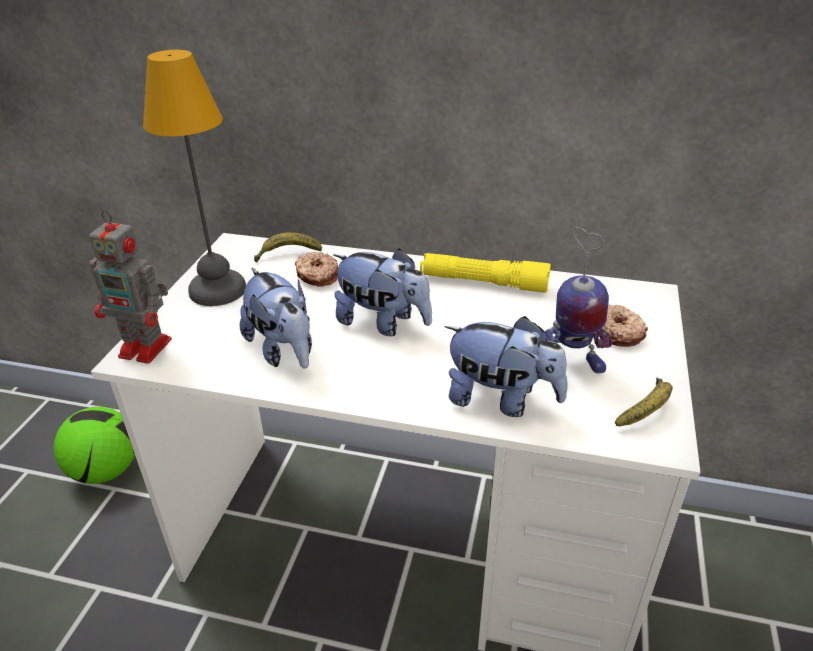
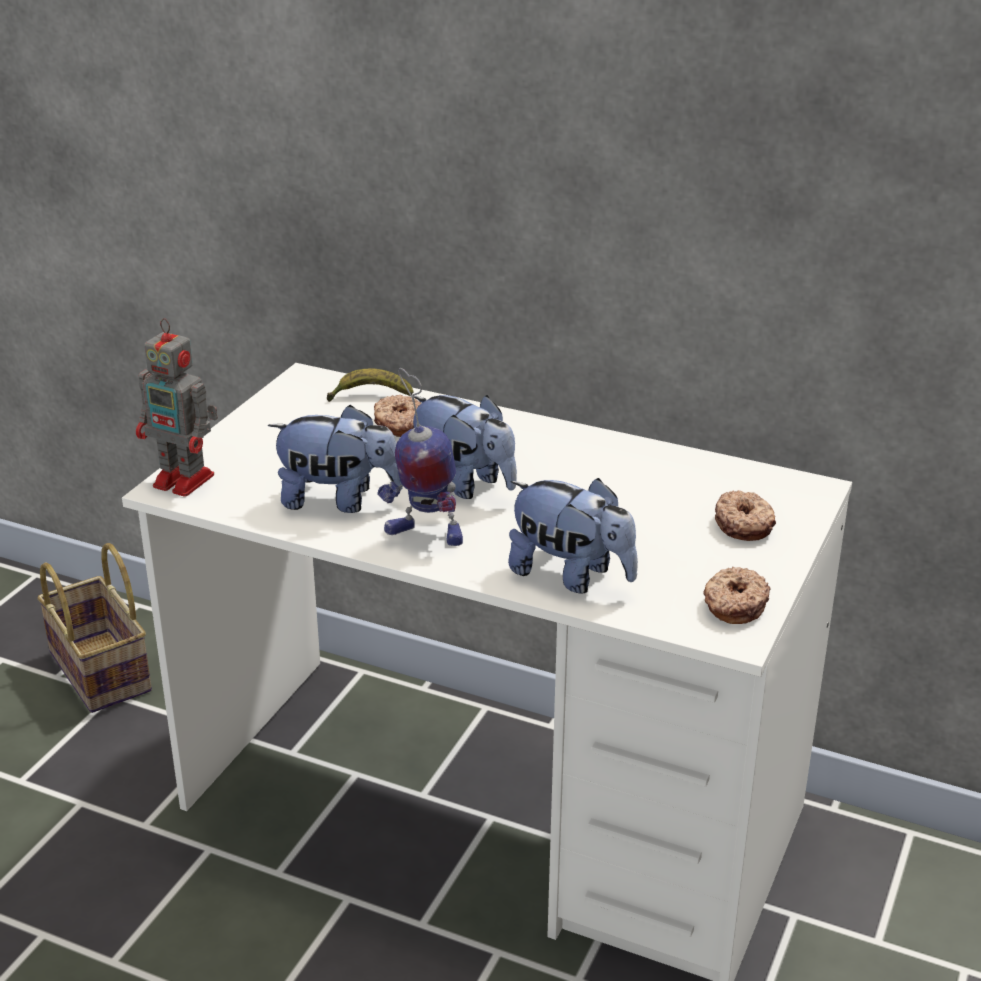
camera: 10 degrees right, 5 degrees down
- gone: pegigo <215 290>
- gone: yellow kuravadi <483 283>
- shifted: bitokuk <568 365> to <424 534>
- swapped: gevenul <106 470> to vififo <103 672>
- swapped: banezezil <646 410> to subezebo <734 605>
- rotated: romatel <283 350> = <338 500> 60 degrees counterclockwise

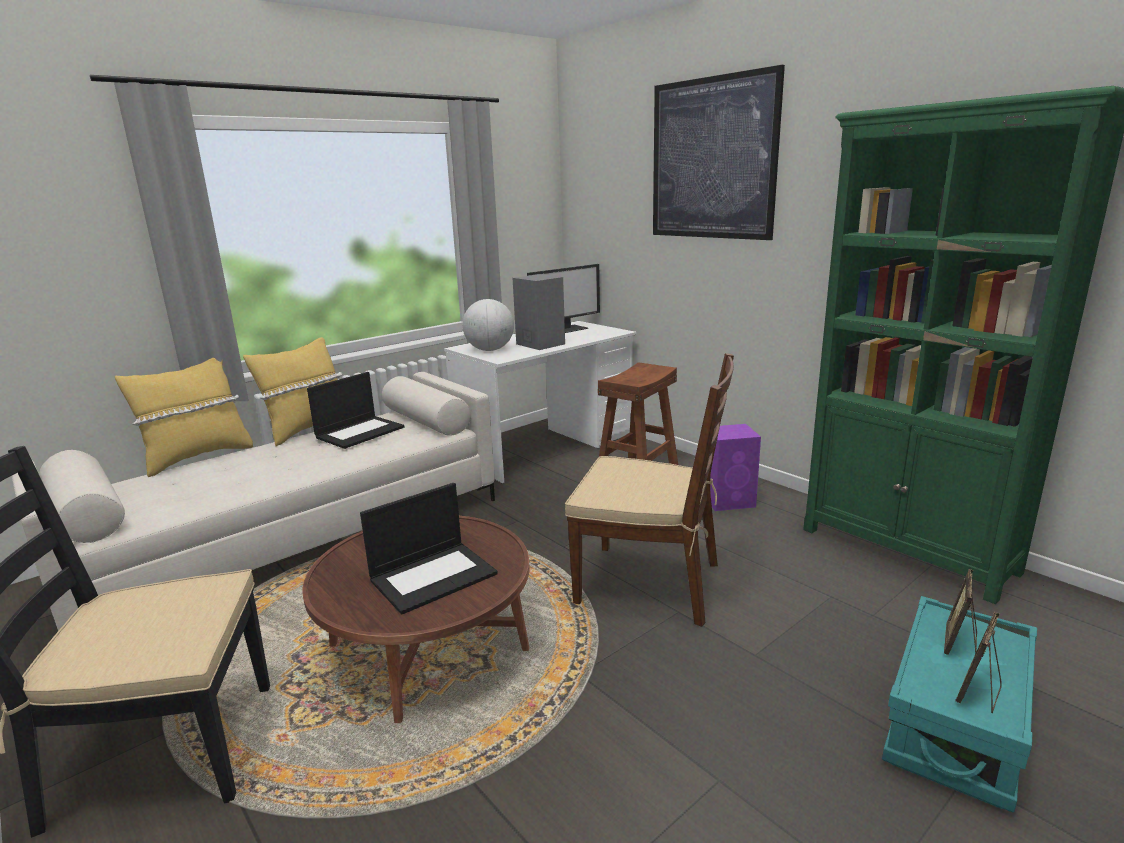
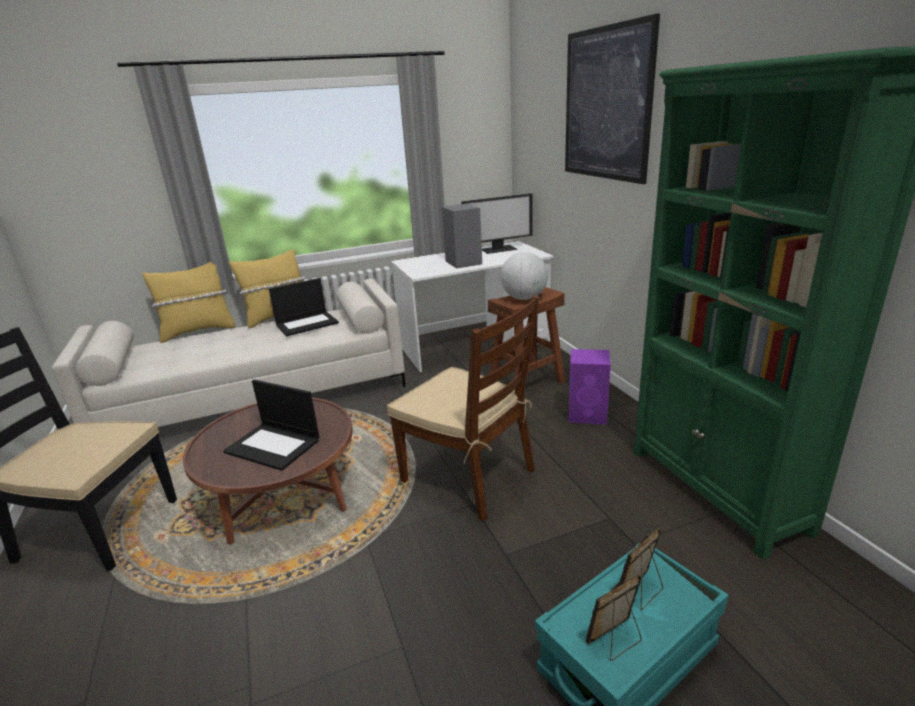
camera: 20 degrees right, 5 degrees up
- shifted: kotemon <490 350> to <524 298>
- rotated: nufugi <434 576> = <274 446> 45 degrees clockwise

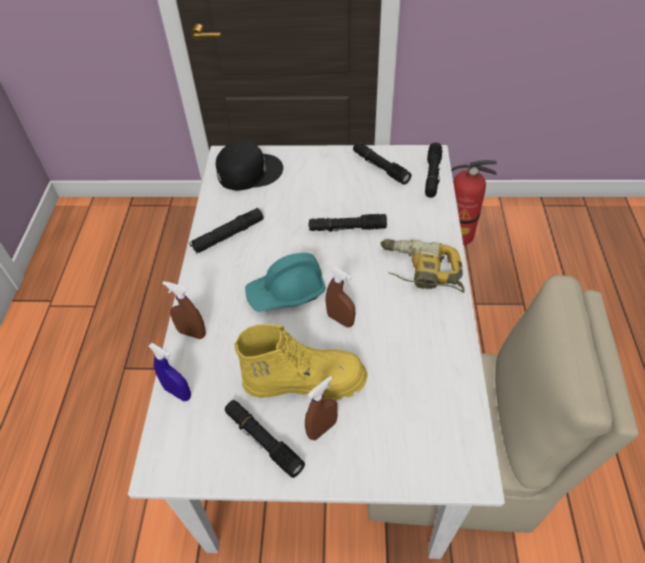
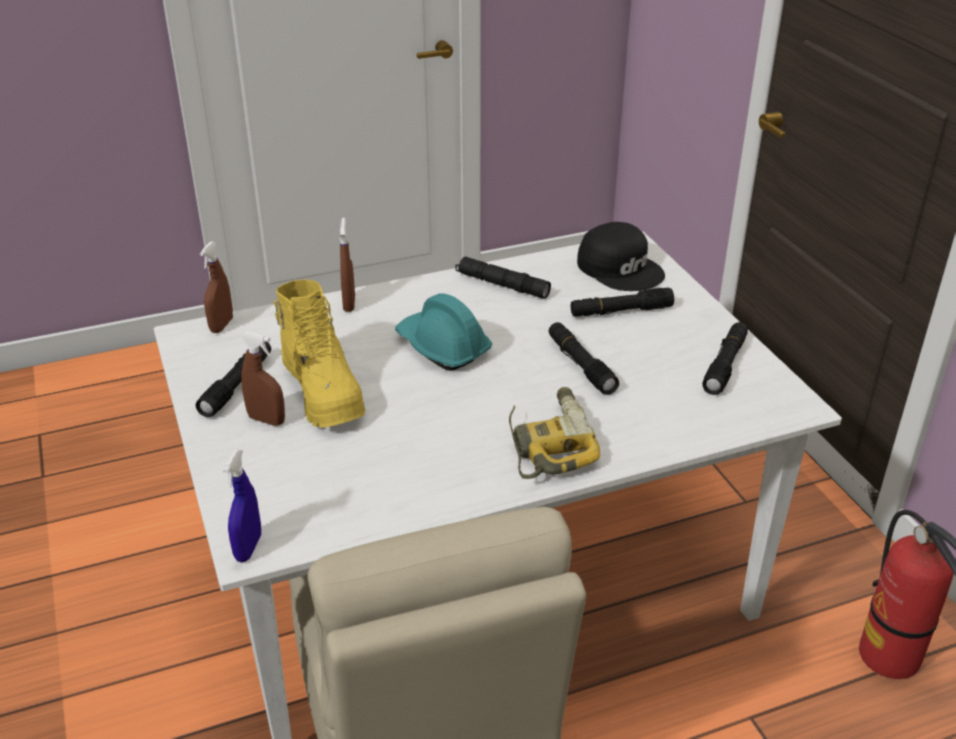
camera: 65 degrees right, 15 degrees down
- shifted: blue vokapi <178 392> to <248 548>
- shifted: brown vokapi <340 319> to <221 325>
- shifted: black kuravadi <432 175> to <621 311>

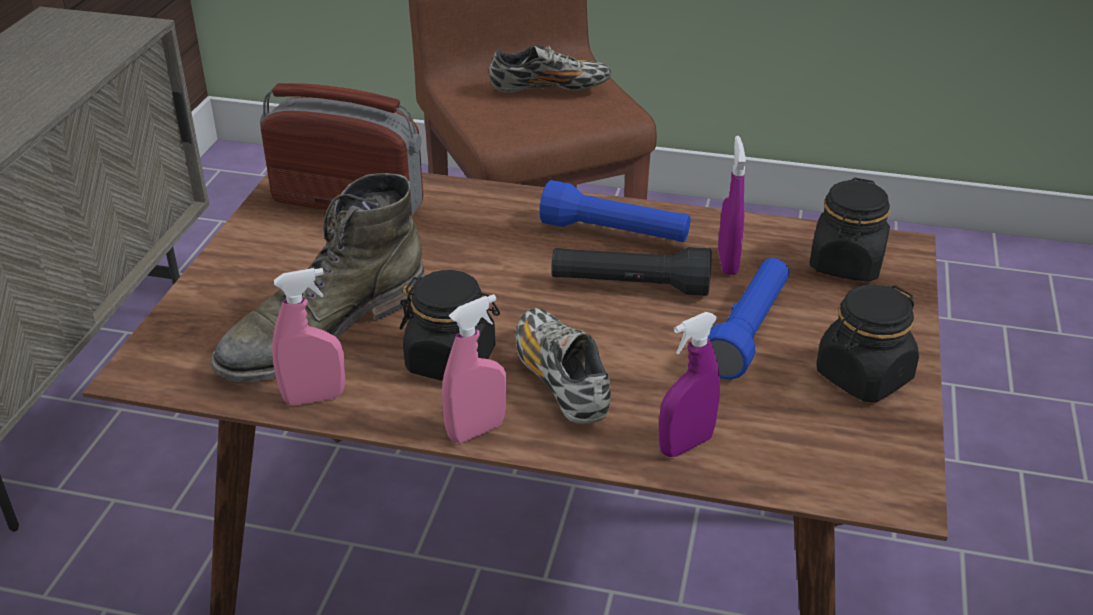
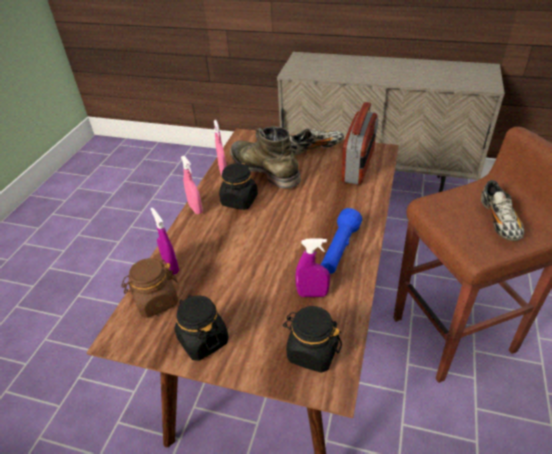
camera: 95 degrees right, 5 degrees up
- gone: black kuravadi <629 286>
- gone: blue kuravadi <747 332>
- new: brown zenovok <156 301>
- shifted: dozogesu <560 380> to <315 148>

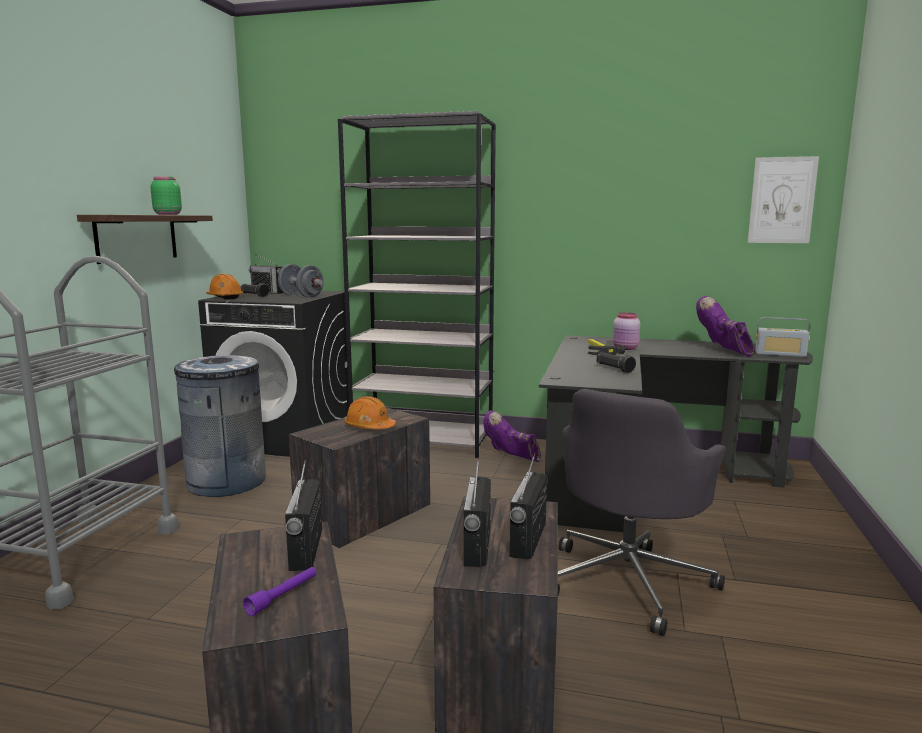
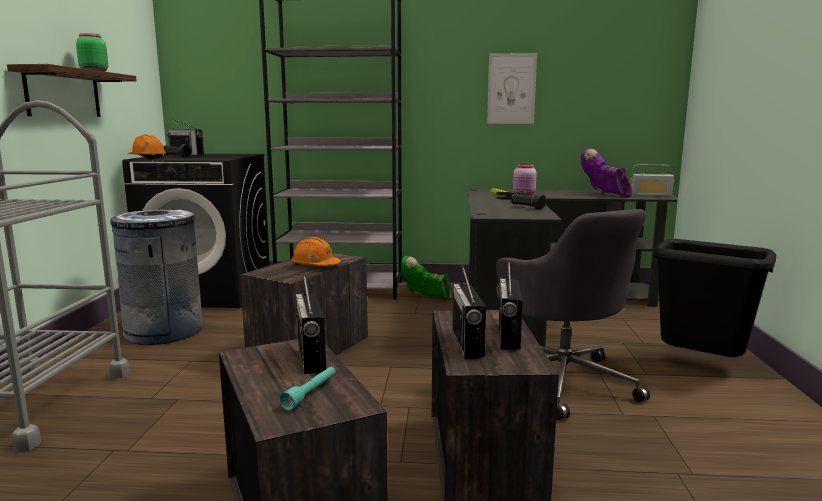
camera: 10 degrees left, 0 degrees up
- gone: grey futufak <301 296>
- new: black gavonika <701 366>
- shifted: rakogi <782 200> to <511 89>
- repainted: purple kuravadi <283 596> to turquoise kuravadi <310 393>
- repainted: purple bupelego <511 458> to green bupelego <425 298>
- rotated: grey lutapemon <628 580> = <562 382> 45 degrees counterclockwise

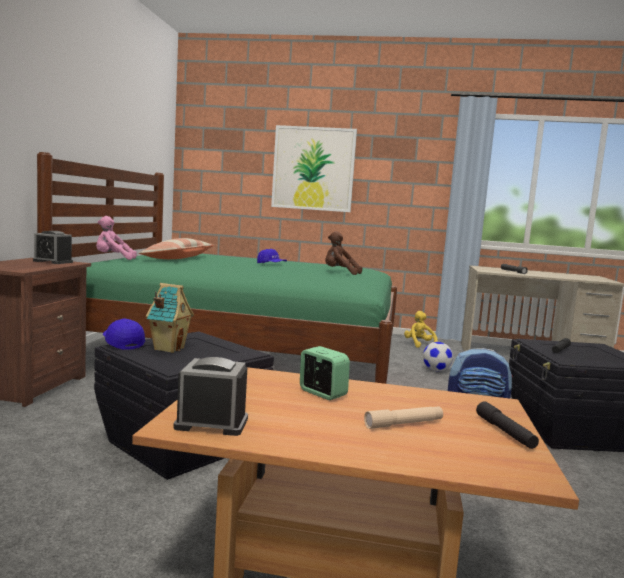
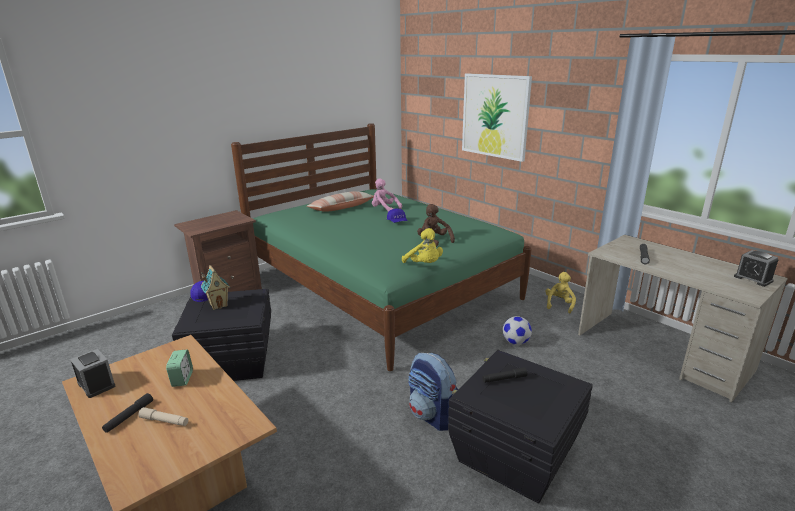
camera: 40 degrees right, 15 degrees up
- new: yellow romatel <424 264>
- shifted: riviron <53 261> to <753 279>
- shifted: pink romatel <113 259> to <384 209>
- shifted: black kuravadi <505 432> to <129 416>

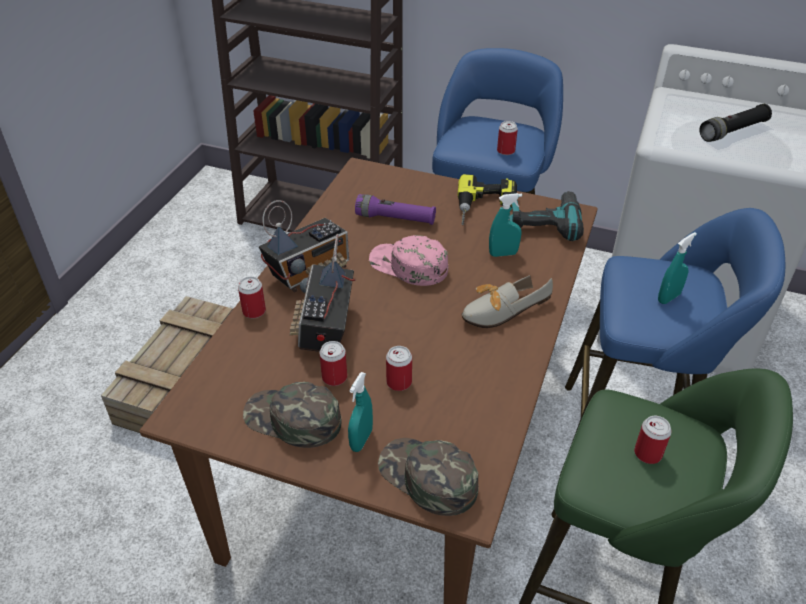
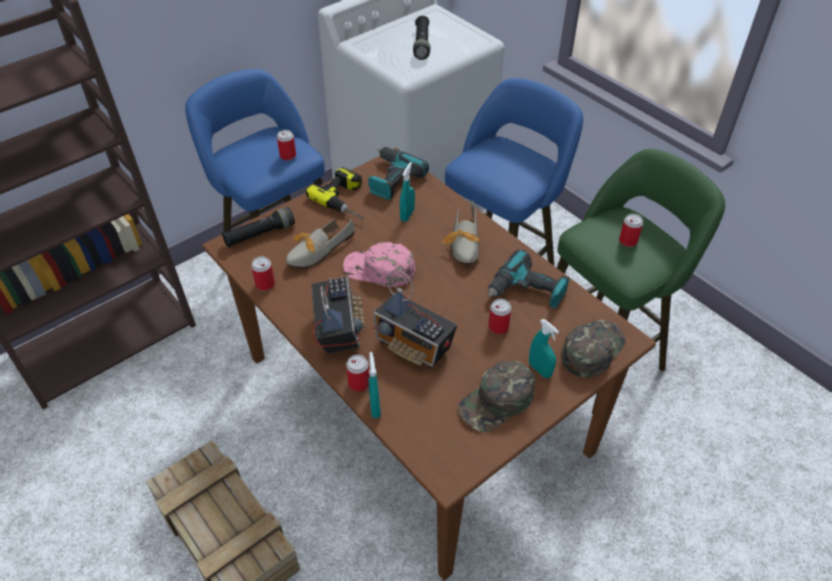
camera: 60 degrees left, 5 degrees up
- new: black kuravadi <260 234>
- new: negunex <527 292>
- shifted: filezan <334 377> to <265 284>
- shifted: turquoise vokapi <668 298> to <375 407>
- swapped: purple kuravadi <395 219> to dozogesu <315 252>
- rotated: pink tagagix <408 266> = <379 270> 45 degrees clockwise
- rotated: green tagagix <427 478> = <592 349> 150 degrees clockwise

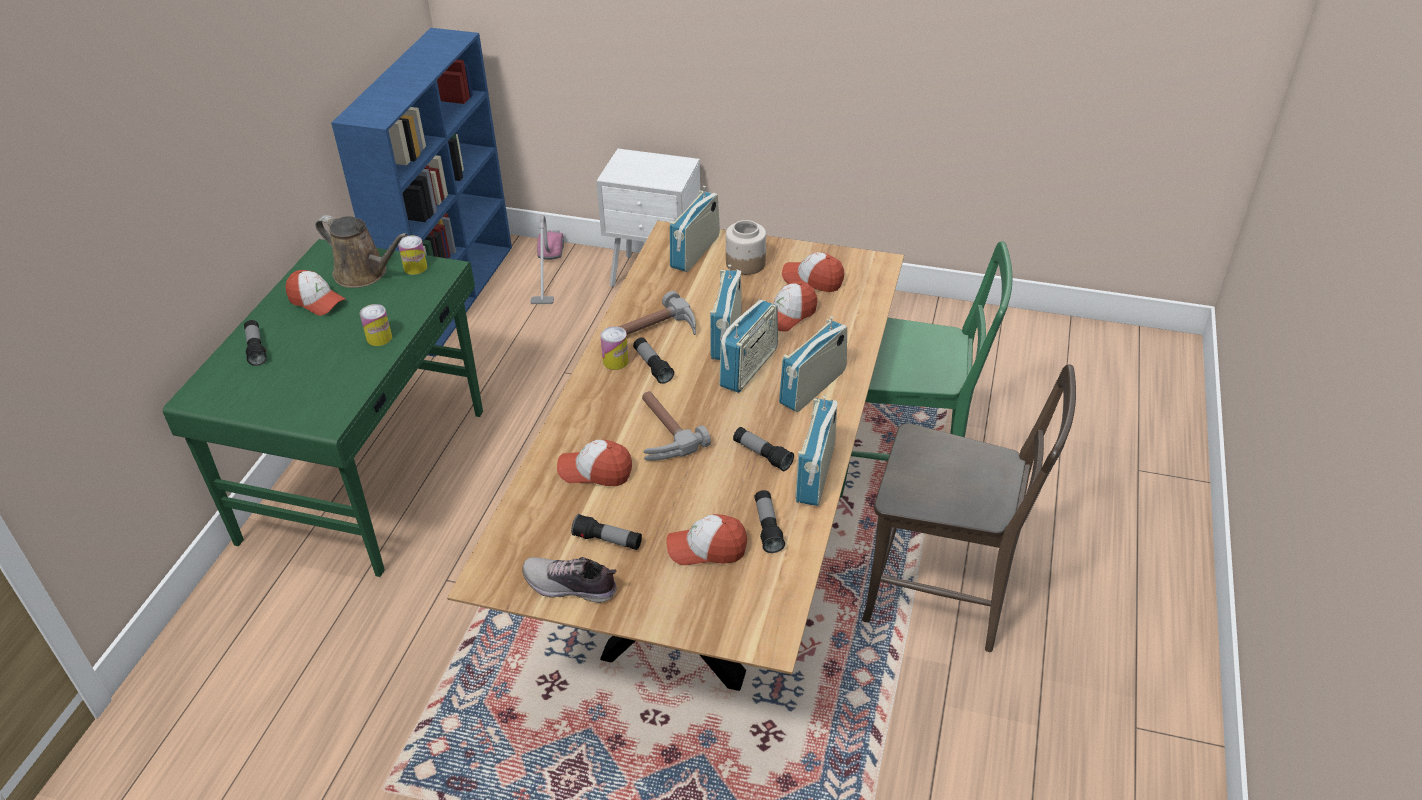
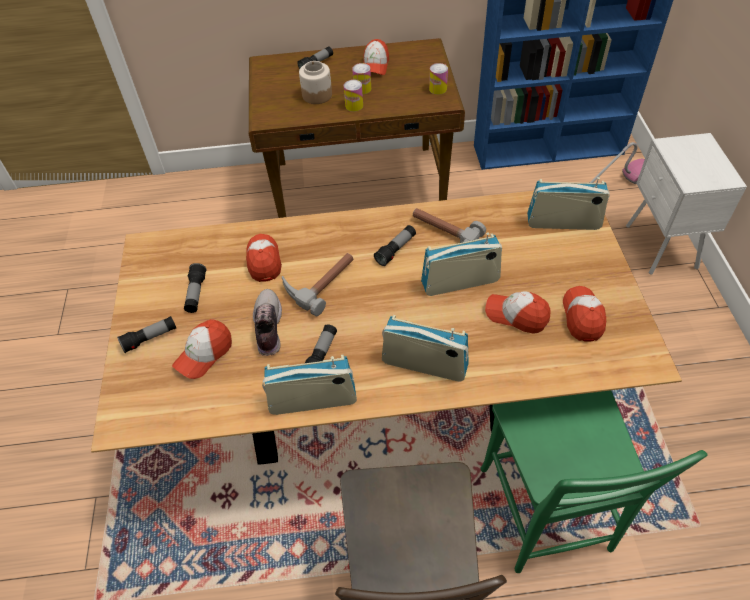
camera: 70 degrees right, 10 degrees up
- gone: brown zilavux <364 273>
- gone: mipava <749 367>
- shifted: dozogesu <571 587> to <267 328>
- shifted: filezan <615 361> to <362 89>
- shifted: zenovok <745 263> to <317 95>
- shifted: kuravadi <768 527> to <150 338>
- repainted: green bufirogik <369 474> to brown bufirogik <360 189>
- rotated: tagagix <707 548> = <204 354> 120 degrees counterclockwise

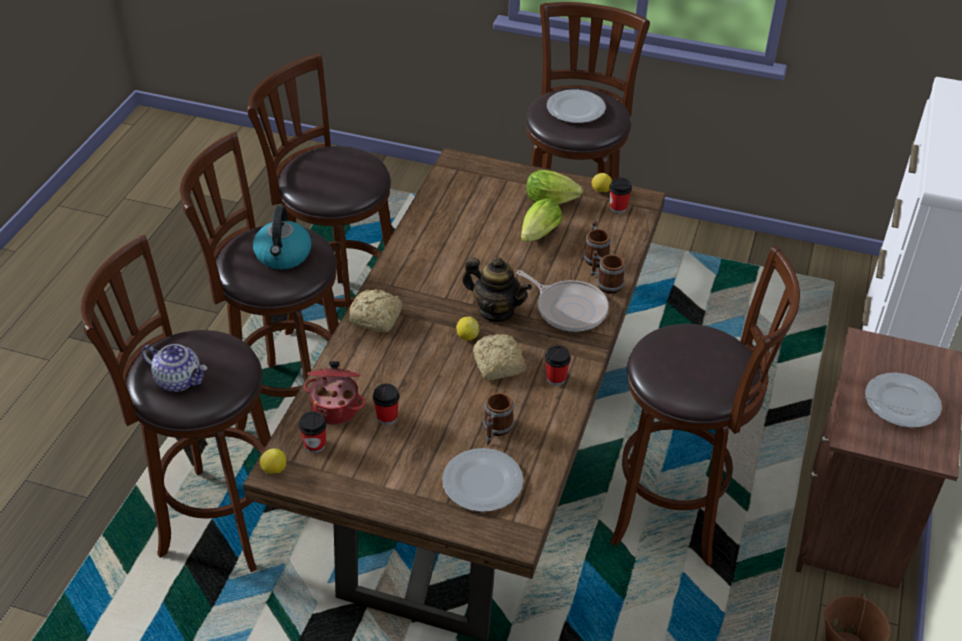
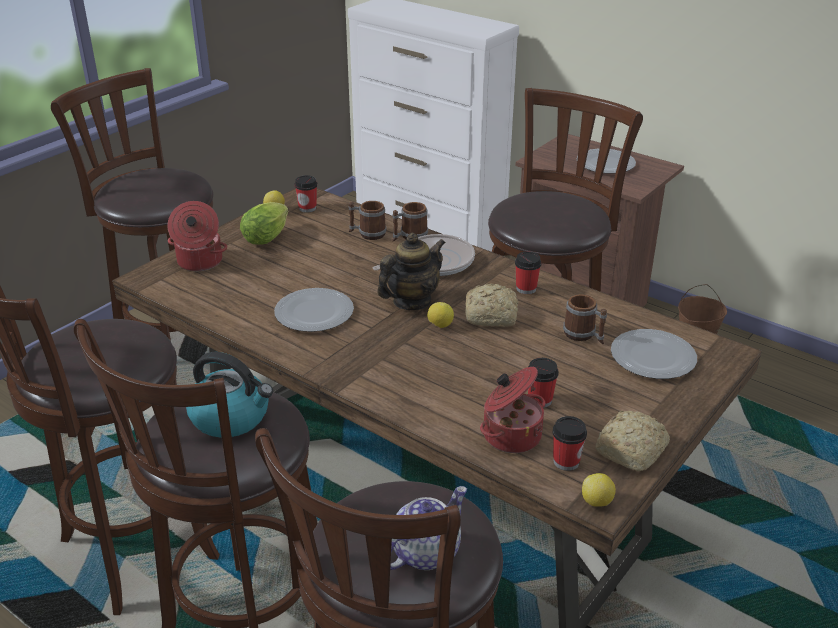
camera: 70 degrees left, 10 degrees down
- gone: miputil <538 236>
- new: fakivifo <199 262>
- shifted: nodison <377 318> to <632 450>
- shifted: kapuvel <576 109> to <315 312>

